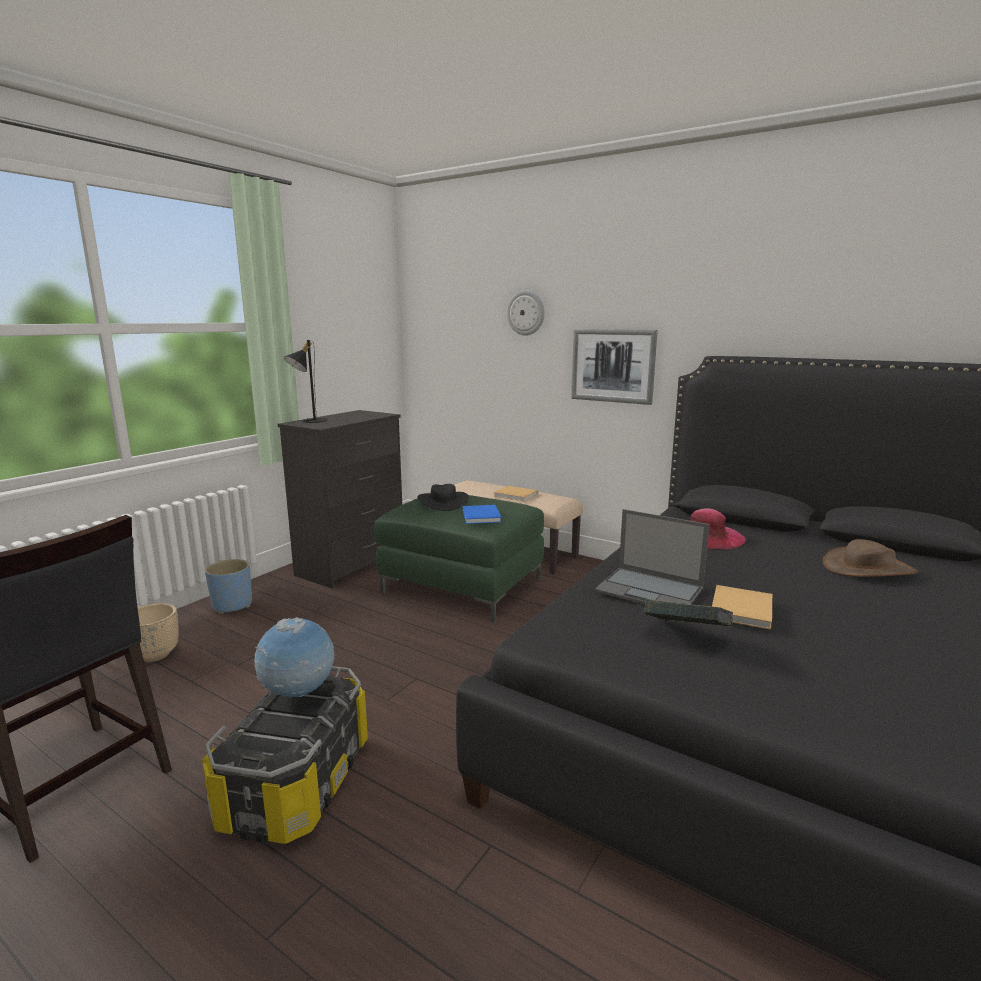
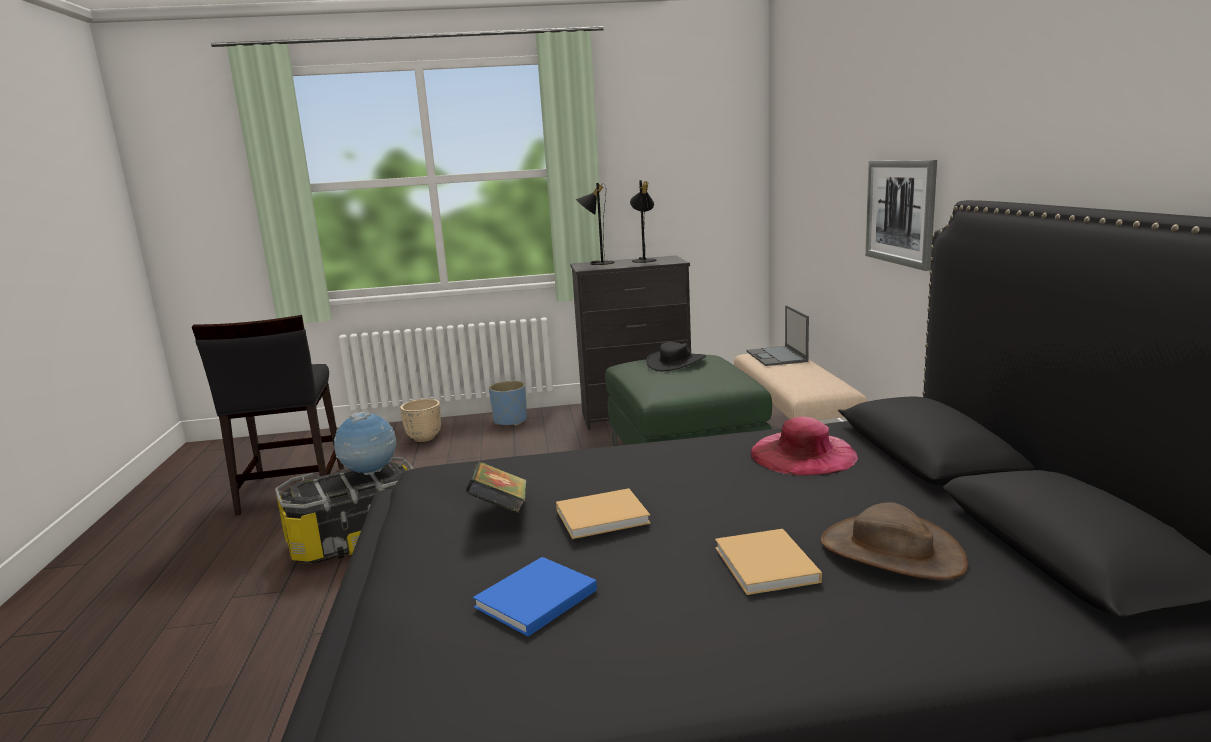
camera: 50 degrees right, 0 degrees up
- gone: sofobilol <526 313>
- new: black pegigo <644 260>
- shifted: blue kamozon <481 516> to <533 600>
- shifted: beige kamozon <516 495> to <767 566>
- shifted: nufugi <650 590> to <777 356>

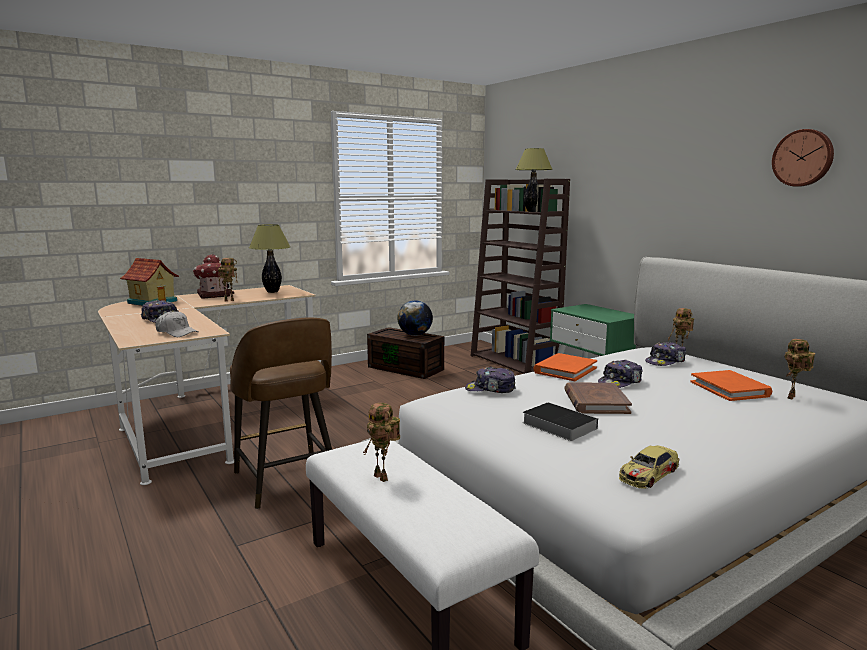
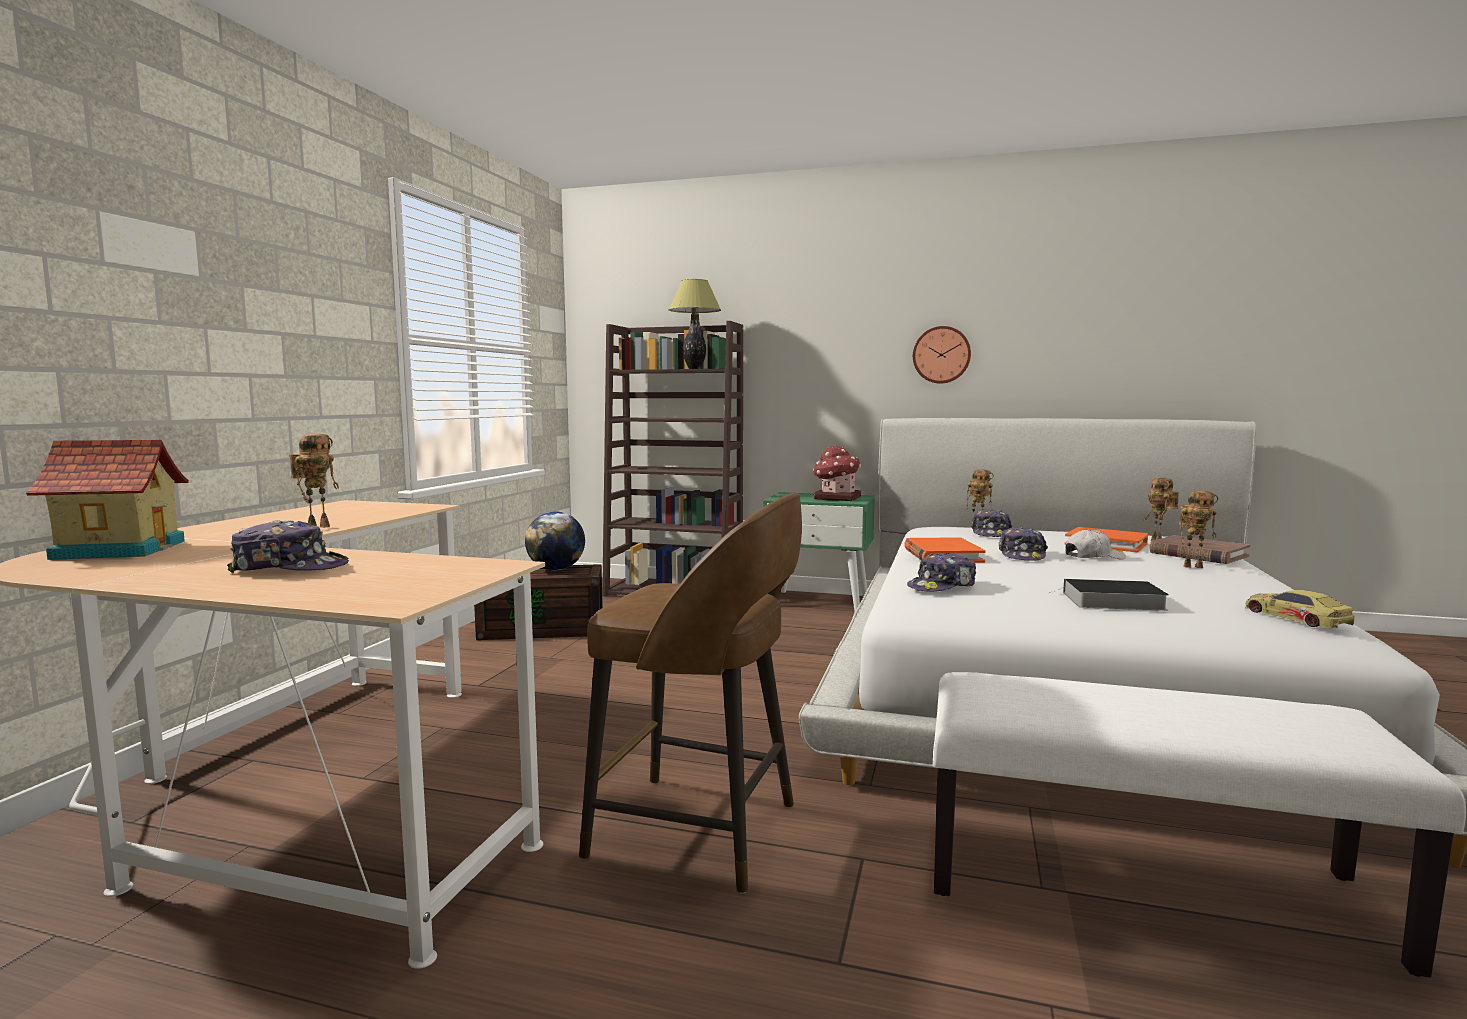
camera: 40 degrees left, 5 degrees down
- gone: pegigo <272 291>
- shifted: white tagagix <176 332> to <1093 557>
- shifted: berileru <214 295> to <836 498>
- shifted: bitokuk <383 477> to <1193 566>
- shifted: brown kamozon <595 402> to <1197 554>
- shifted: sofobilol <803 158> to <941 355>
- rotated: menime <648 473> = <1296 618> 150 degrees clockwise

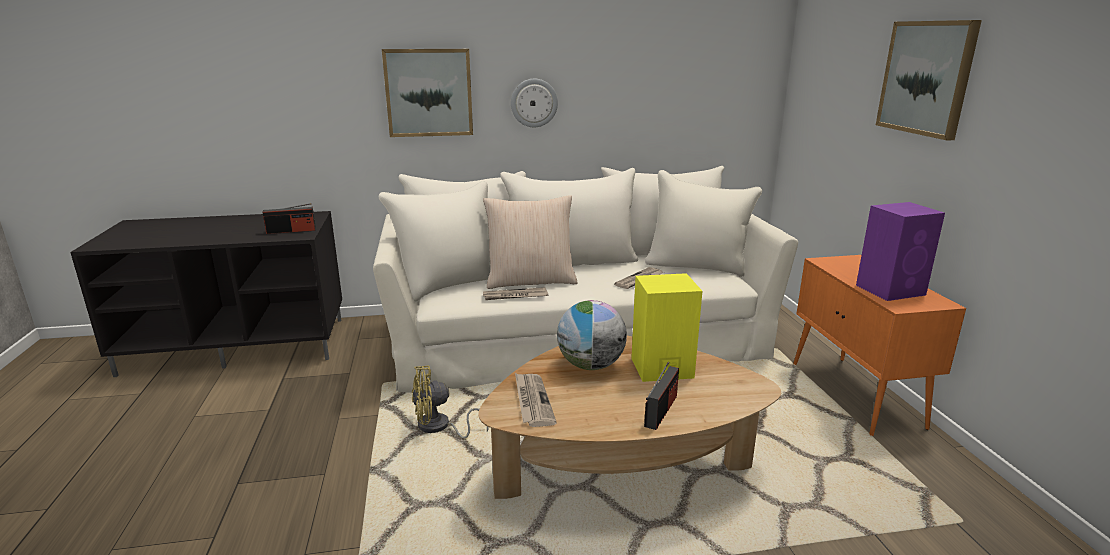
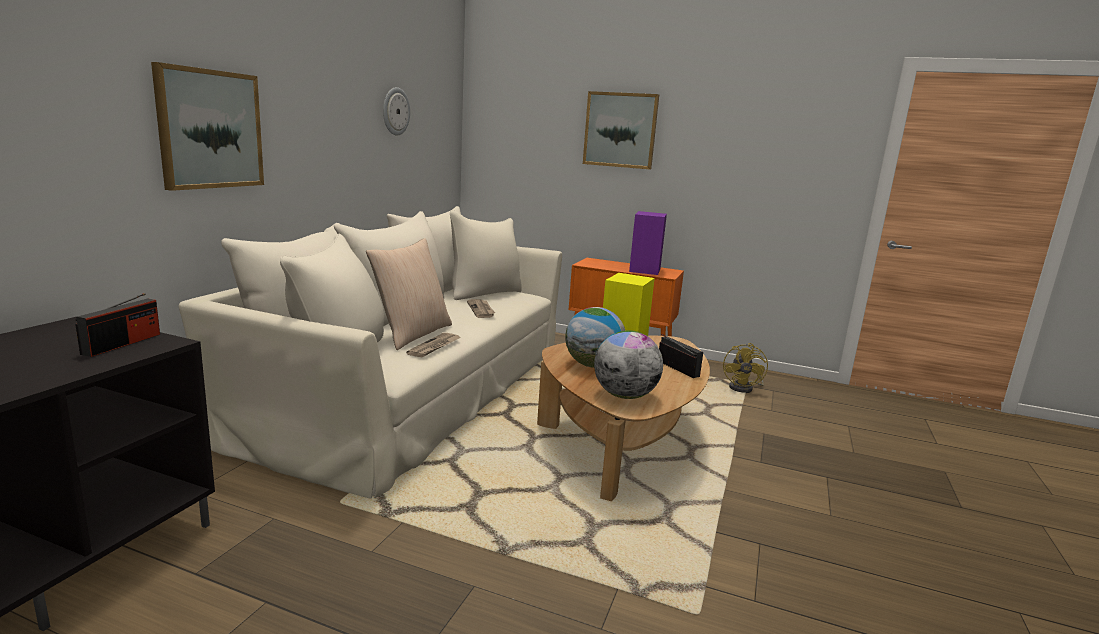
camera: 60 degrees left, 5 degrees down
- shifted: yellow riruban <439 427> to <744 388>
- shifted: sofobilol <534 103> to <395 111>
- swapped: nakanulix <532 401> to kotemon <625 396>

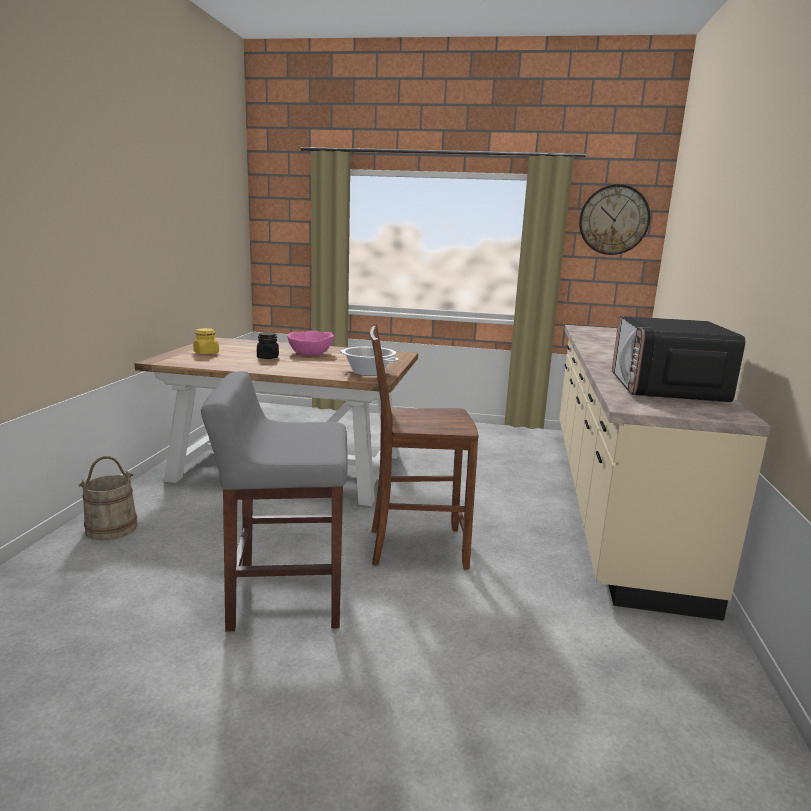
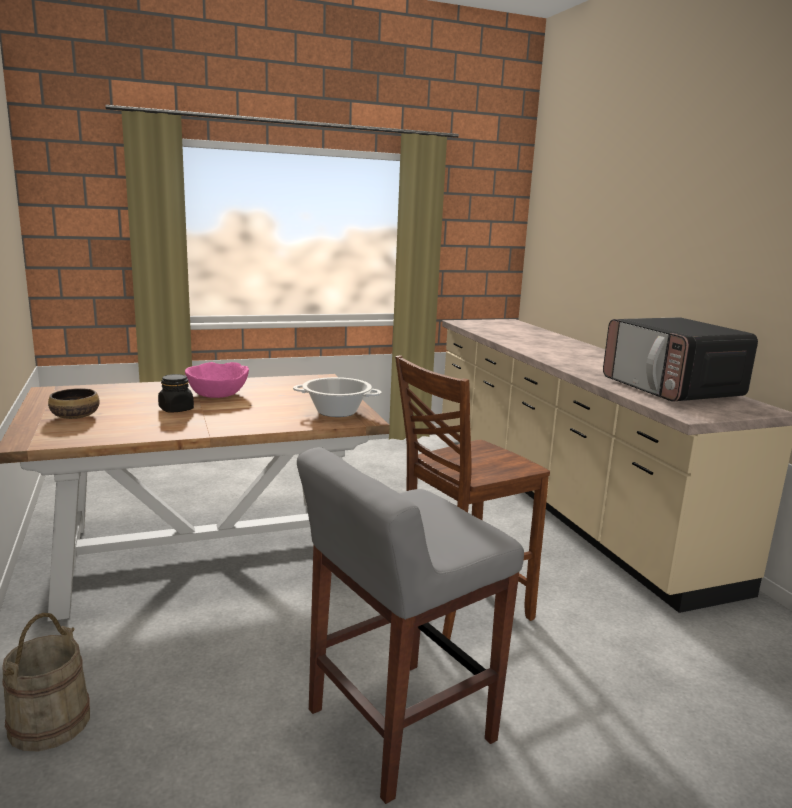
camera: 30 degrees left, 0 degrees up
- gone: sofobilol <613 220>
- swapped: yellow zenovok <206 353> to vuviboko <76 416>

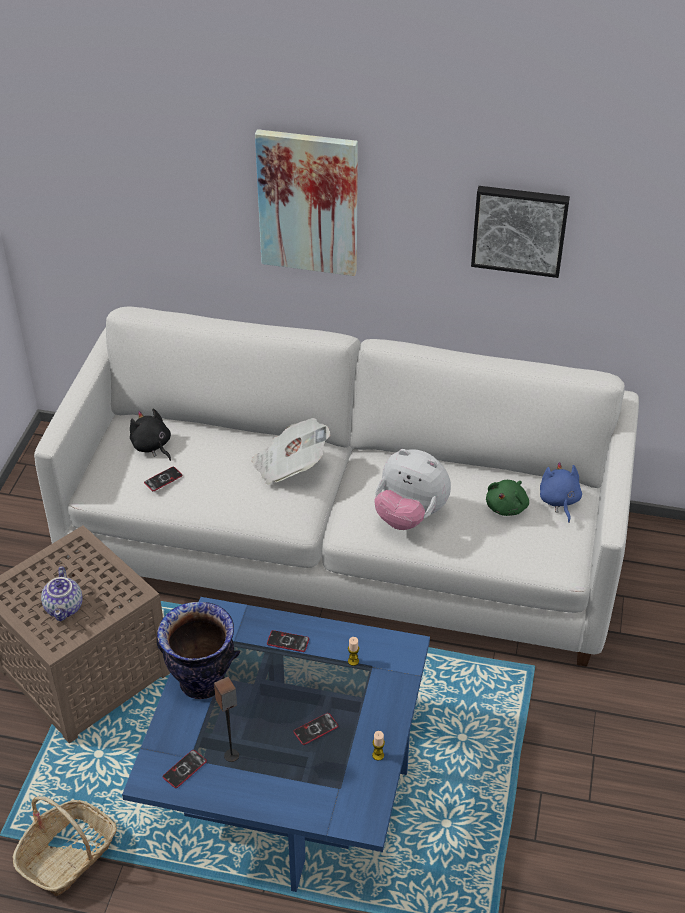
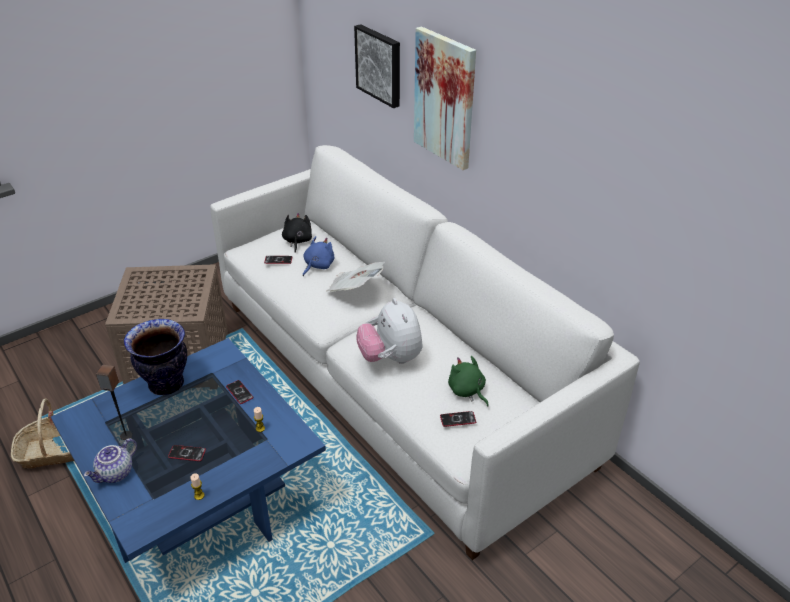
camera: 40 degrees right, 5 degrees down
- shifted: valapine <65 608> to <116 474>
- shifted: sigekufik <184 769> to <458 419>
- shifted: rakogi <519 229> to <380 65>
- shifted: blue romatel <559 501> to <318 266>
- rotated: green romatel <507 506> = <467 391> 75 degrees clockwise

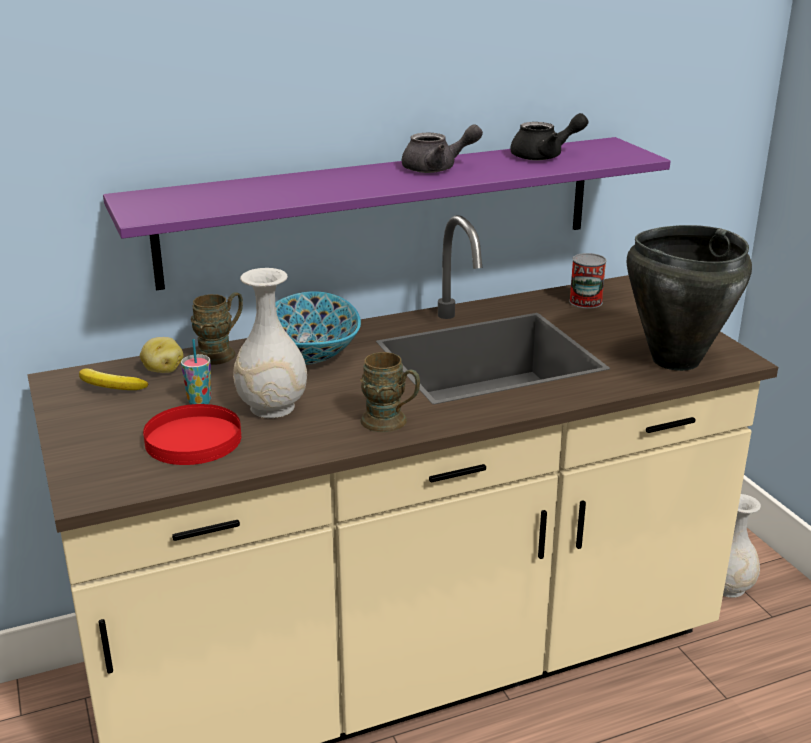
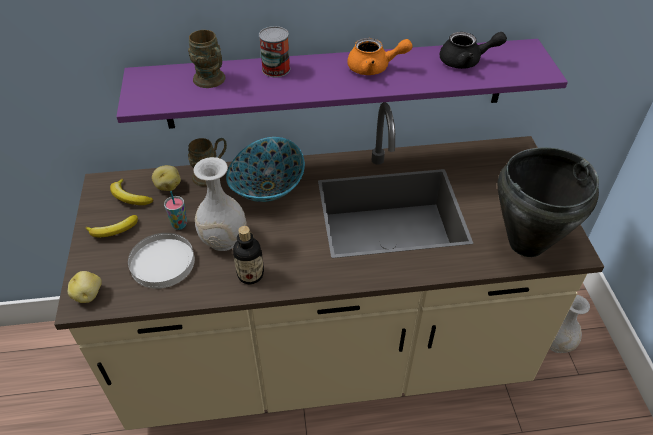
camera: 15 degrees right, 20 degrees up
- new: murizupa <89 294>
- new: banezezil <114 231>
- new: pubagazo <250 275>
- shifted: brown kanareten <391 423> to <212 81>
- shifted: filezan <585 302> to <276 69>
- repainted: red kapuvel <192 440> to white kapuvel <162 263>
- repainted: grey valapine <437 168> to orange valapine <374 68>

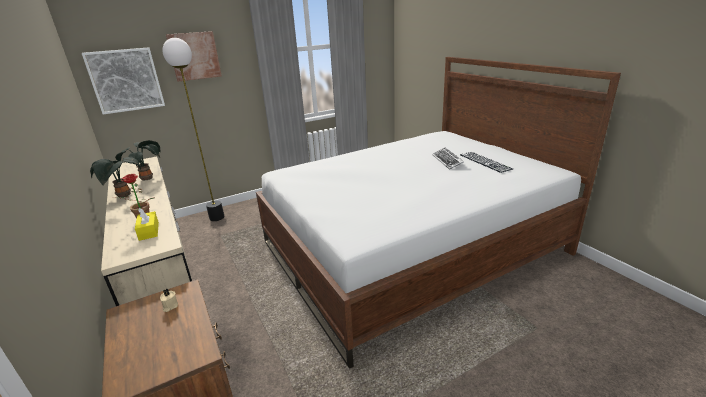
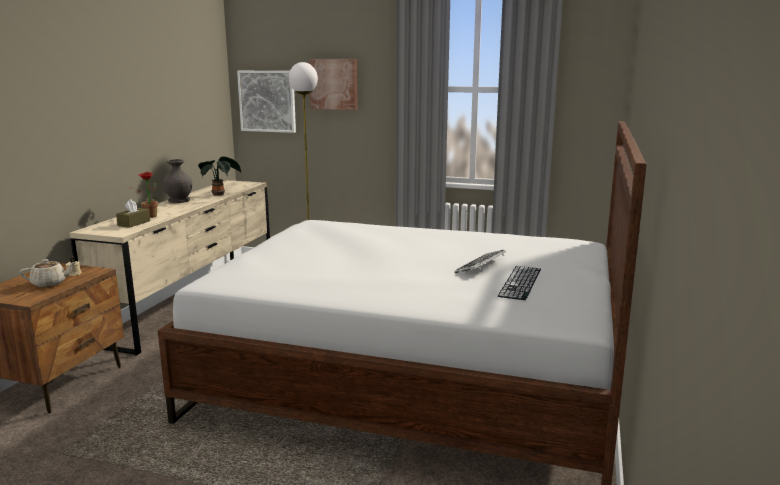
camera: 45 degrees right, 10 degrees down
- new: beige valapine <50 283>
- swapped: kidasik <123 196> to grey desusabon <179 200>
- repainted: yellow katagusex <149 231> to brown katagusex <134 223>

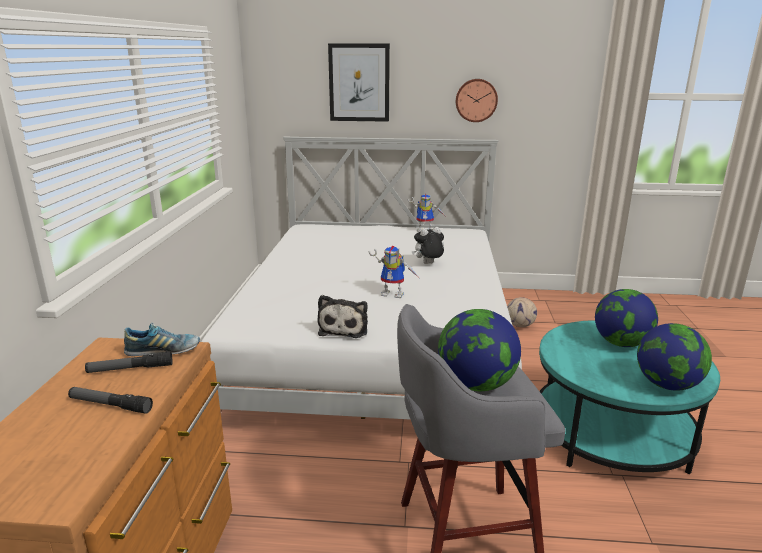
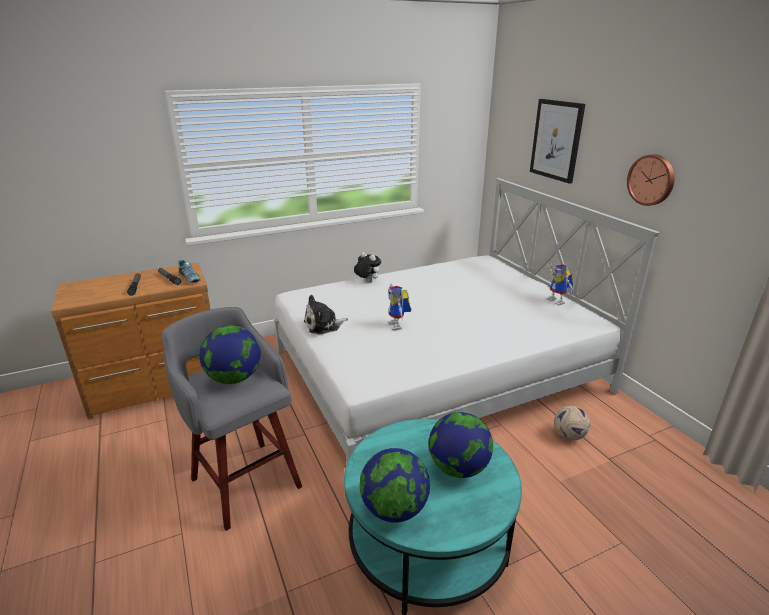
camera: 60 degrees right, 5 degrees up
- shifted: romatel <428 264> to <367 281>

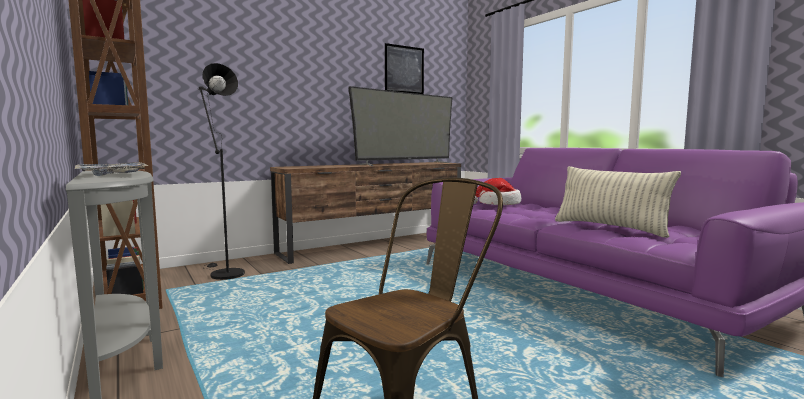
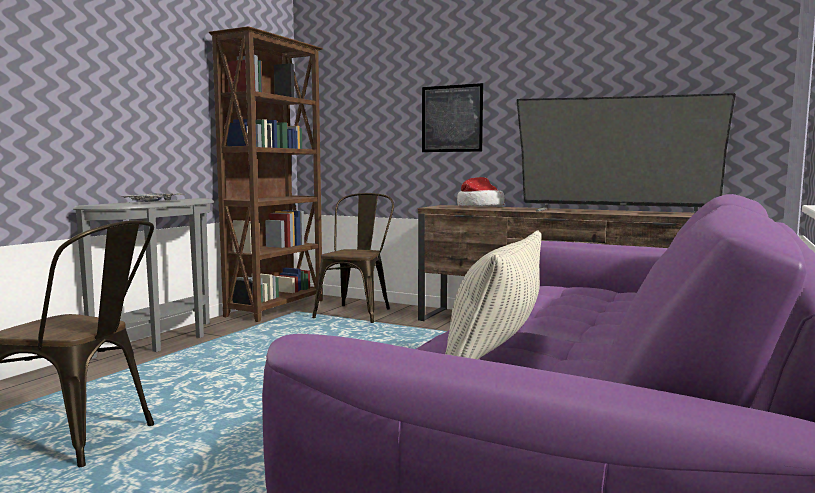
camera: 60 degrees right, 0 degrees up
- shifted: rakogi <404 69> to <452 118>
- shifted: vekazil <497 204> to <479 207>
- swapped: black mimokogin <223 273> to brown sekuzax <357 312>

